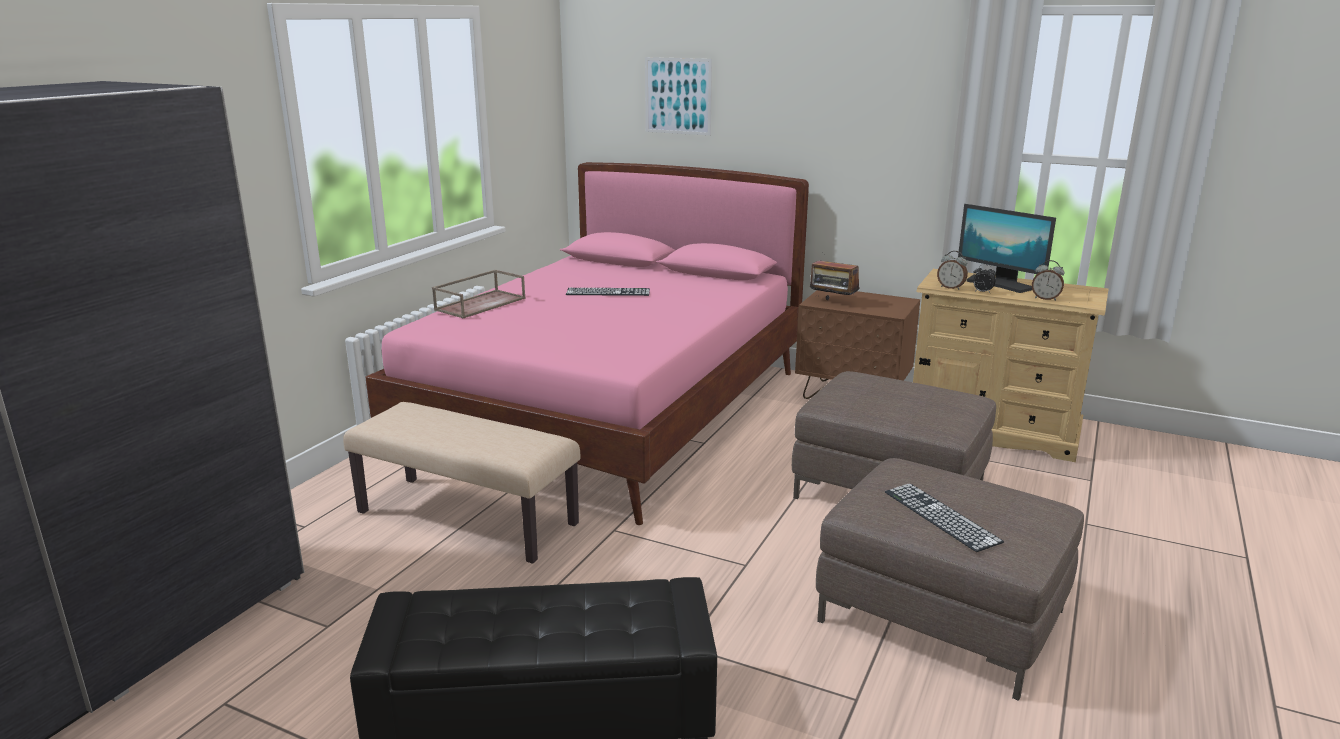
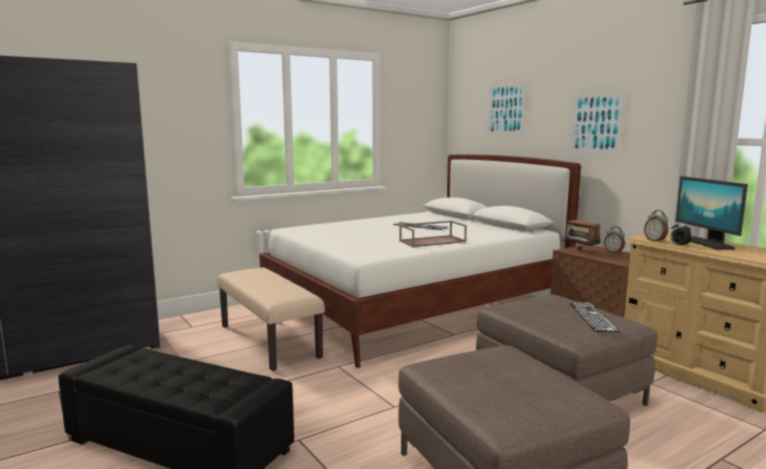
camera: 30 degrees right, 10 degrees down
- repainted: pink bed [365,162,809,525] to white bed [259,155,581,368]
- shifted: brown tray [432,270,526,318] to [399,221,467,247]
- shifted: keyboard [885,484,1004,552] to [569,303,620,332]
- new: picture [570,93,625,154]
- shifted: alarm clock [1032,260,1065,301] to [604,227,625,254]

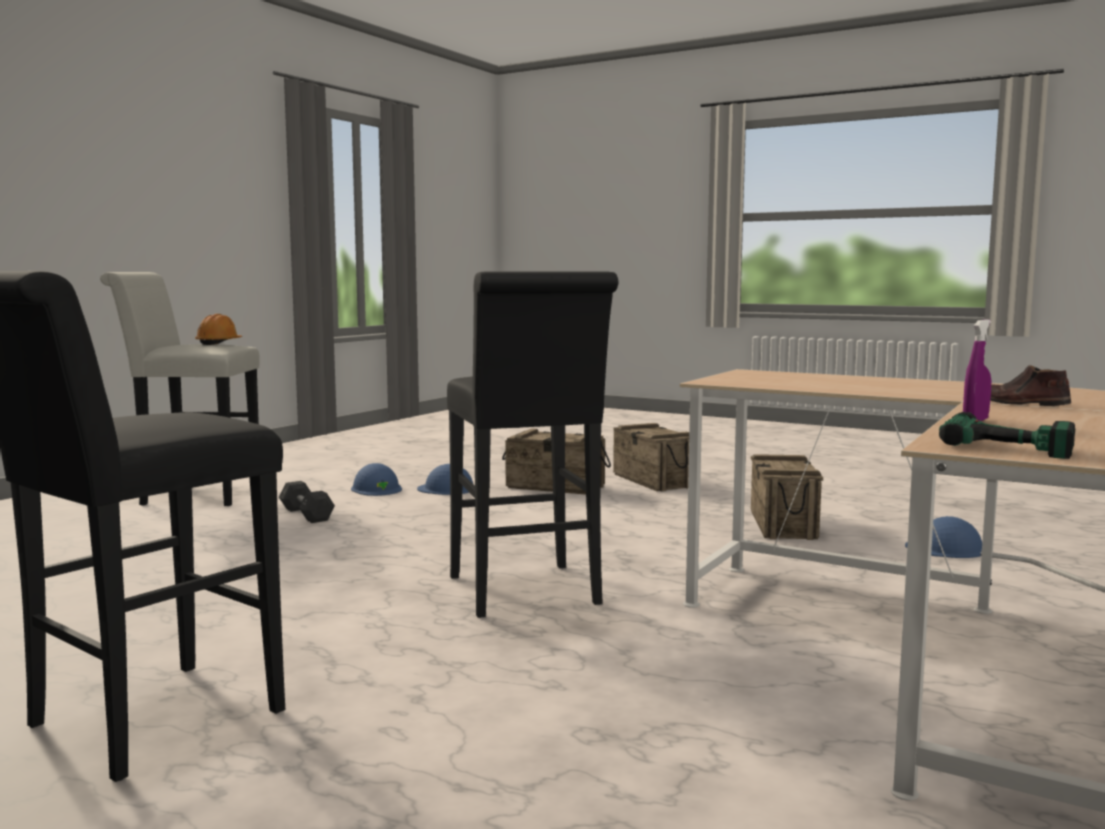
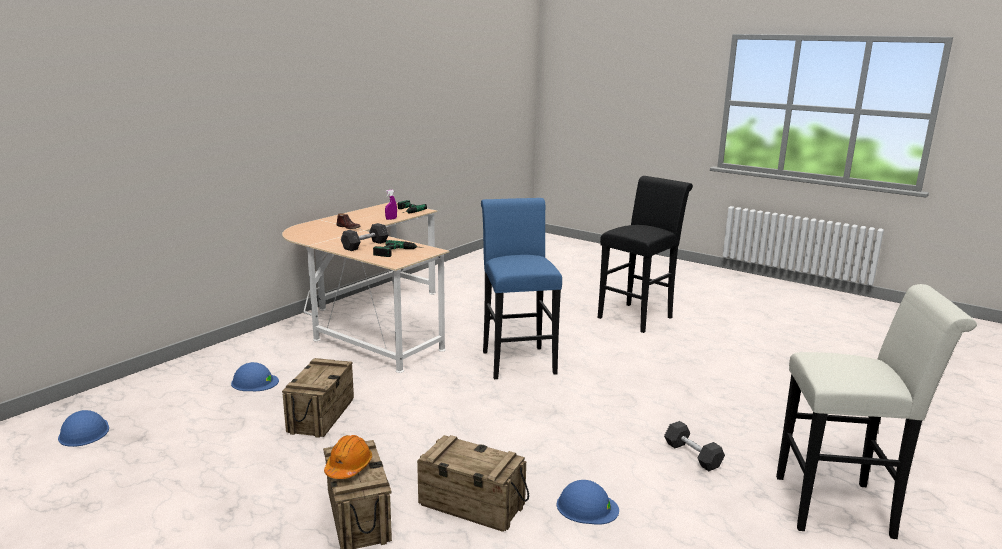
camera: 175 degrees left, 10 degrees up
- shifted: blue hard hat [351,463,402,496] to [58,410,109,447]
- shifted: orange hard hat [195,314,242,345] to [324,435,372,479]
- new: grey dumbbell [341,223,389,251]
- new: power drill [373,240,424,257]
- repainted: black stool [447,272,618,618] to blue stool [481,198,562,379]

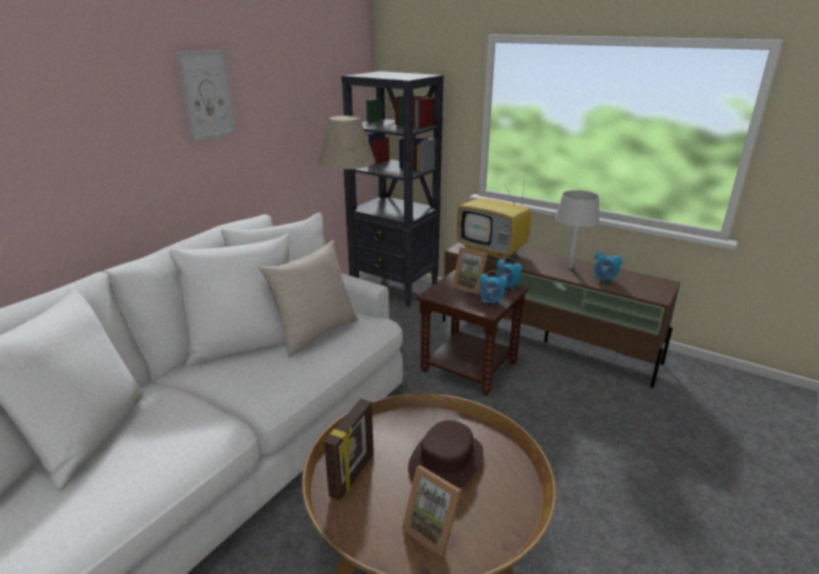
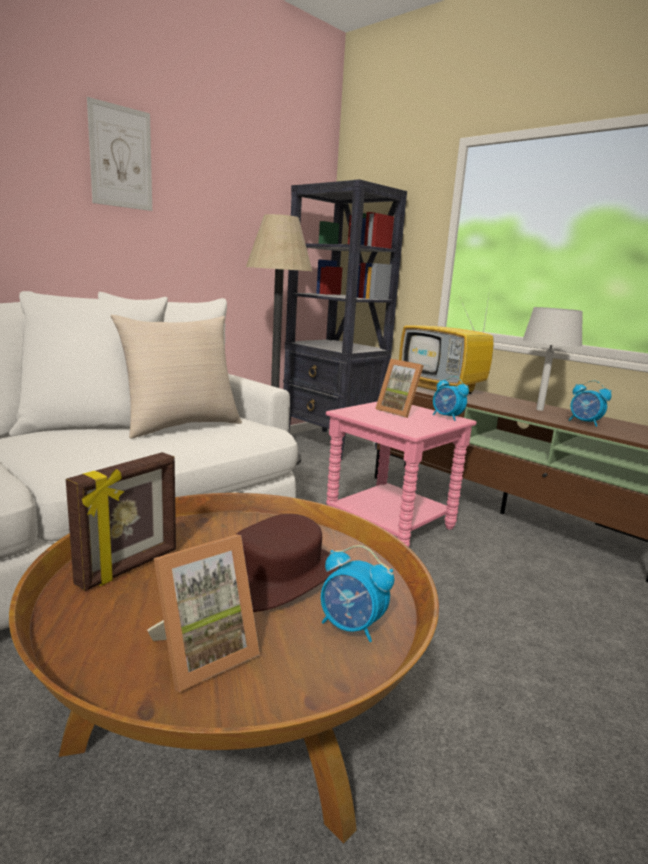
camera: 10 degrees right, 10 degrees down
- rotated: picture frame [402,465,461,557] = [147,534,260,692] 90 degrees counterclockwise
- shifted: alarm clock [479,270,507,306] to [321,545,394,642]
- repainted: brown side table [417,270,528,395] to pink side table [326,402,477,547]

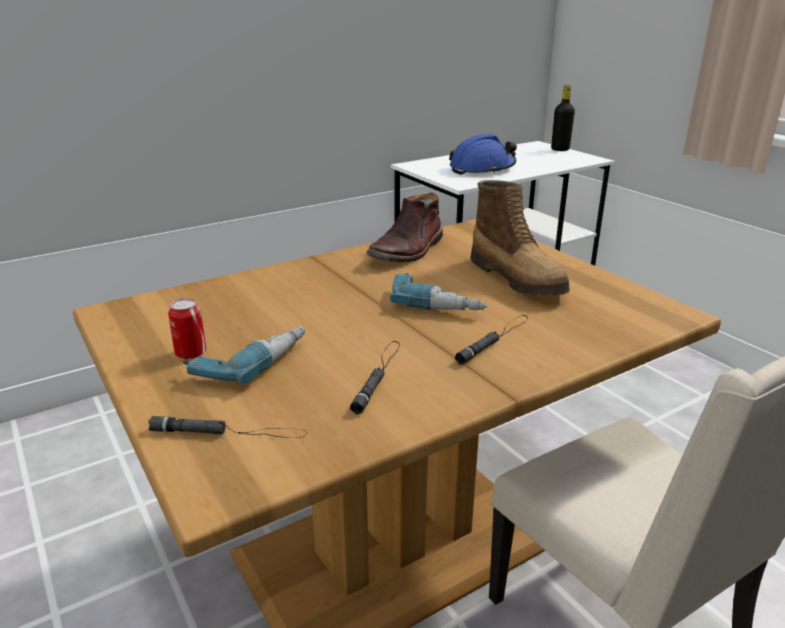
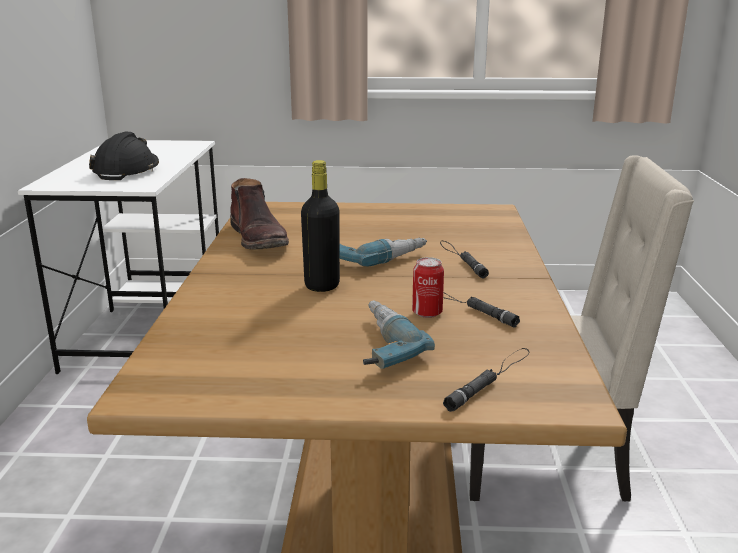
camera: 55 degrees left, 5 degrees down
- repainted: blue hard hat [449,134,517,175] to black hard hat [89,132,159,180]
- shifted: black bottle [551,85,575,151] to [301,160,340,292]
- shifted: can [168,298,206,359] to [412,257,444,318]
- gone: boot [470,180,570,296]

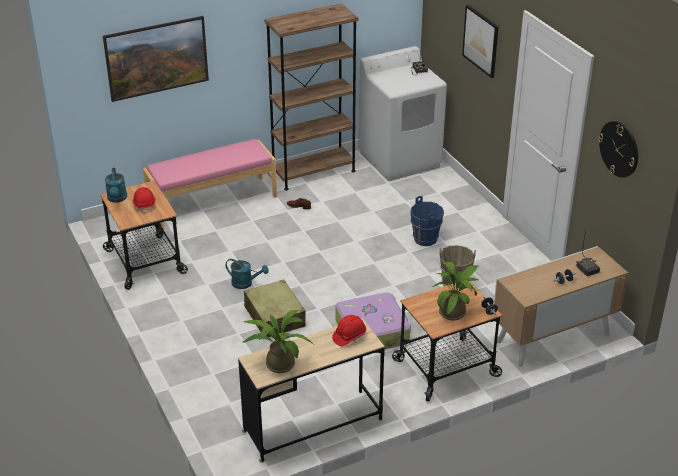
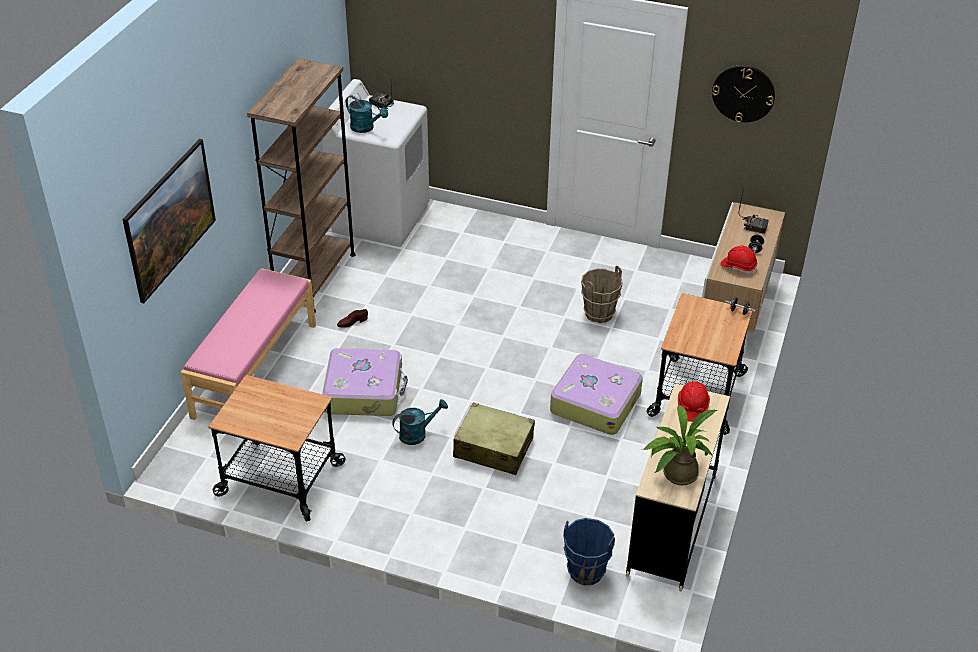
camera: 45 degrees left, 5 degrees up
- new: suitcase [322,348,408,416]
- shifted: turquoise watering can [105,168,127,203] to [346,95,388,133]
- shifted: blue bucket [410,196,444,246] to [564,518,615,585]
- shifted: red hard hat [133,187,155,213] to [720,246,757,274]
- gone: potted plant [432,262,478,320]
- gone: picture [462,5,499,78]

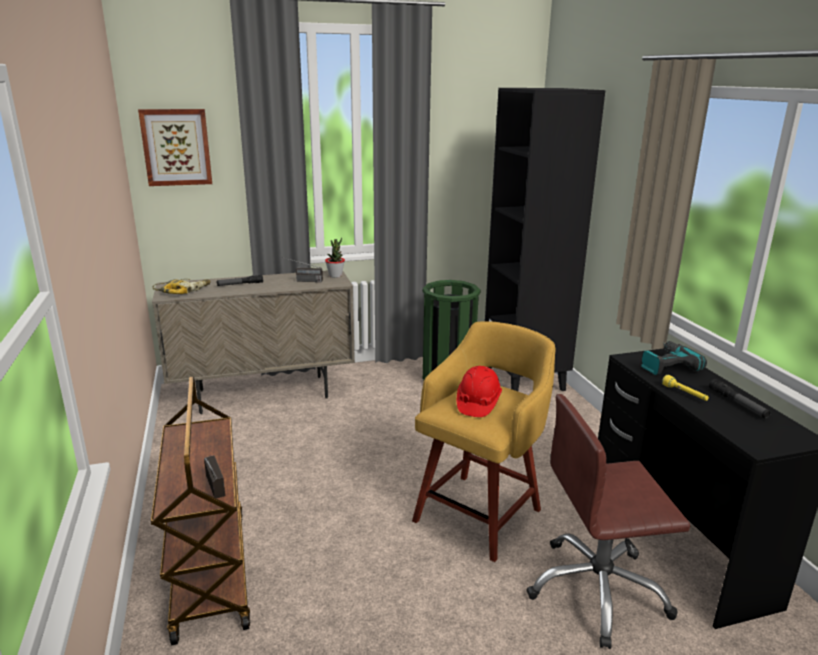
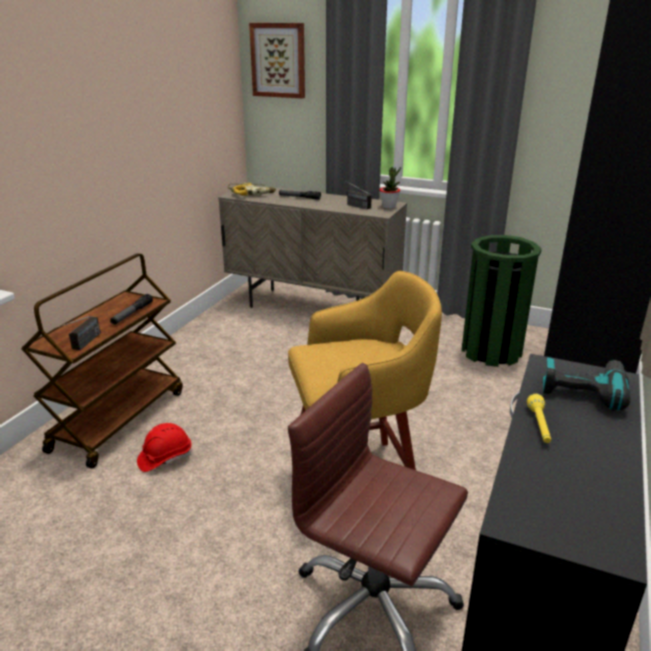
camera: 40 degrees right, 5 degrees up
- shifted: flashlight [709,379,771,419] to [110,294,153,325]
- shifted: red hard hat [457,366,502,417] to [137,423,192,472]

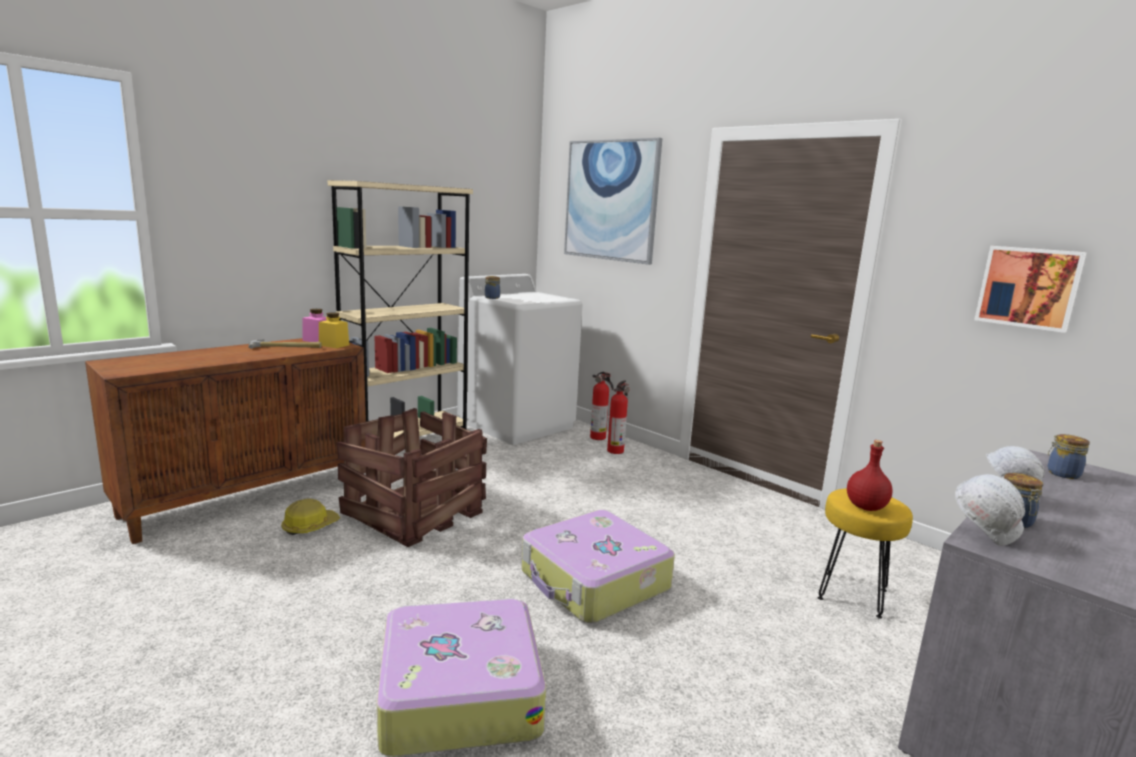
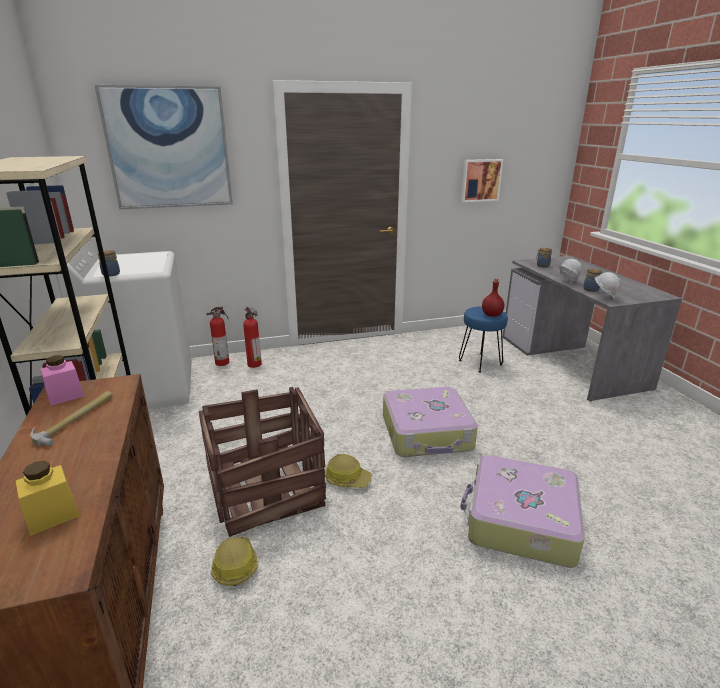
camera: 60 degrees left, 10 degrees up
- shifted: yellow jar [319,312,349,348] to [16,461,79,536]
- new: hard hat [325,454,372,488]
- repainted: yellow stool [818,488,913,619] to blue stool [459,306,508,373]

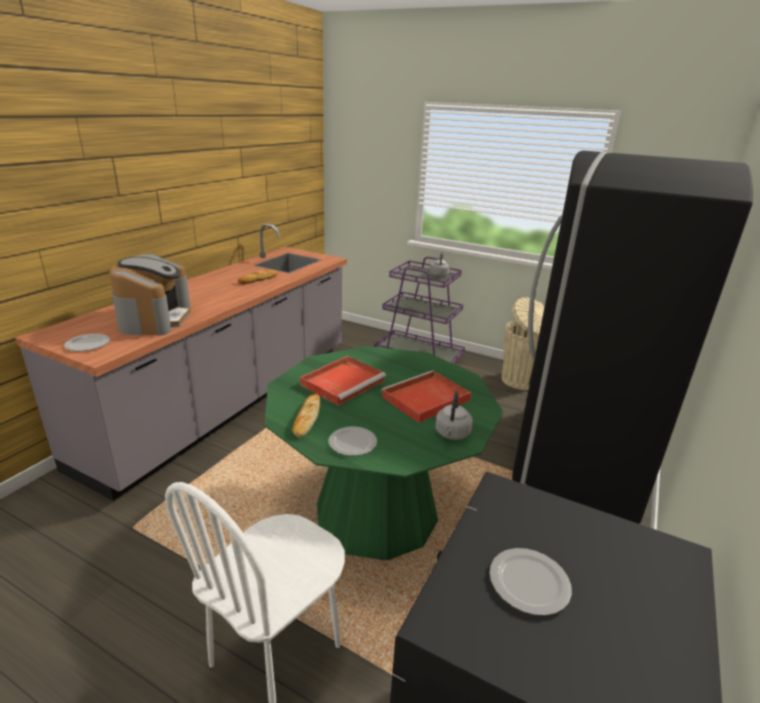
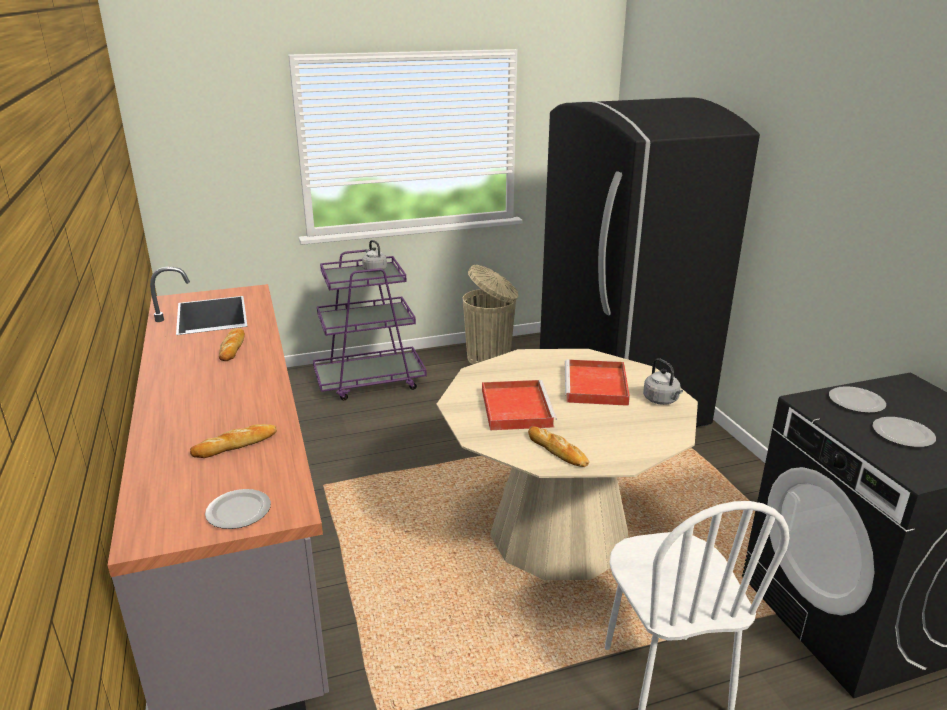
camera: 45 degrees left, 0 degrees up
- swapped: coffee machine [110,254,191,336] to bread [190,424,277,458]
- repainted: green dining table [265,346,504,561] to beige dining table [437,349,698,580]
- shifted: plate [329,427,377,456] to [829,386,886,413]

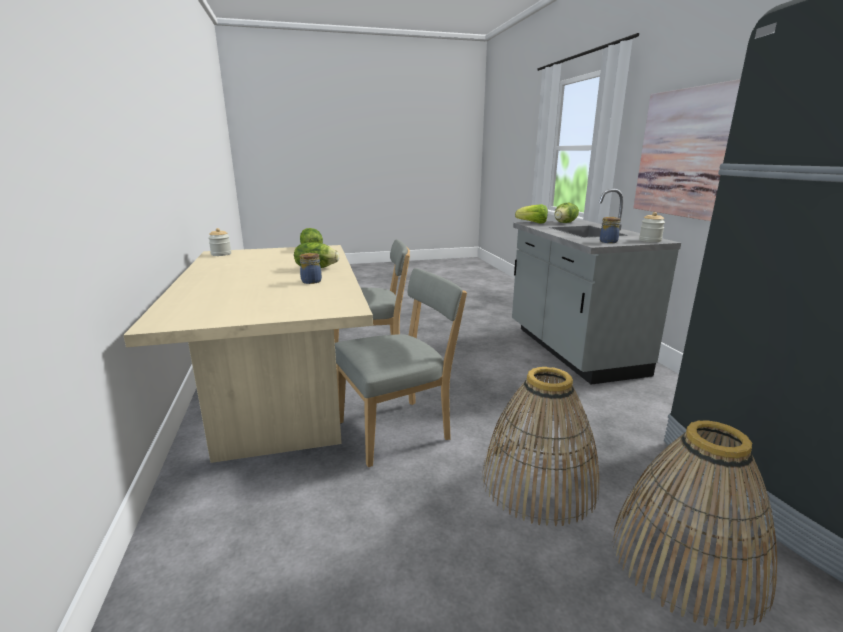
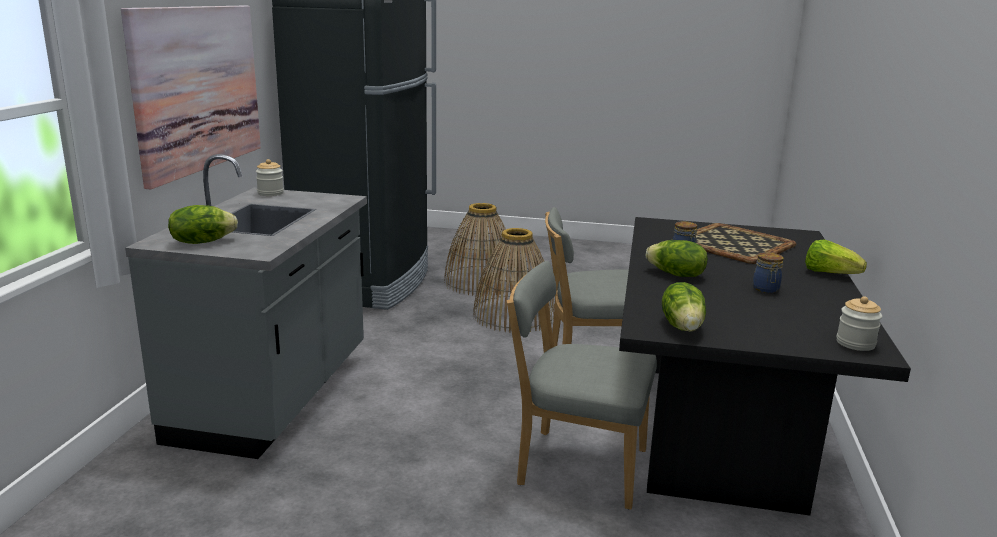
camera: 155 degrees left, 0 degrees up
- repainted: beige dining table [123,245,373,463] to black dining table [619,217,911,516]
- new: tray [696,223,796,264]
- shifted: jar [600,217,621,243] to [753,252,784,293]
- shifted: lettuce [515,204,548,224] to [805,240,867,274]

